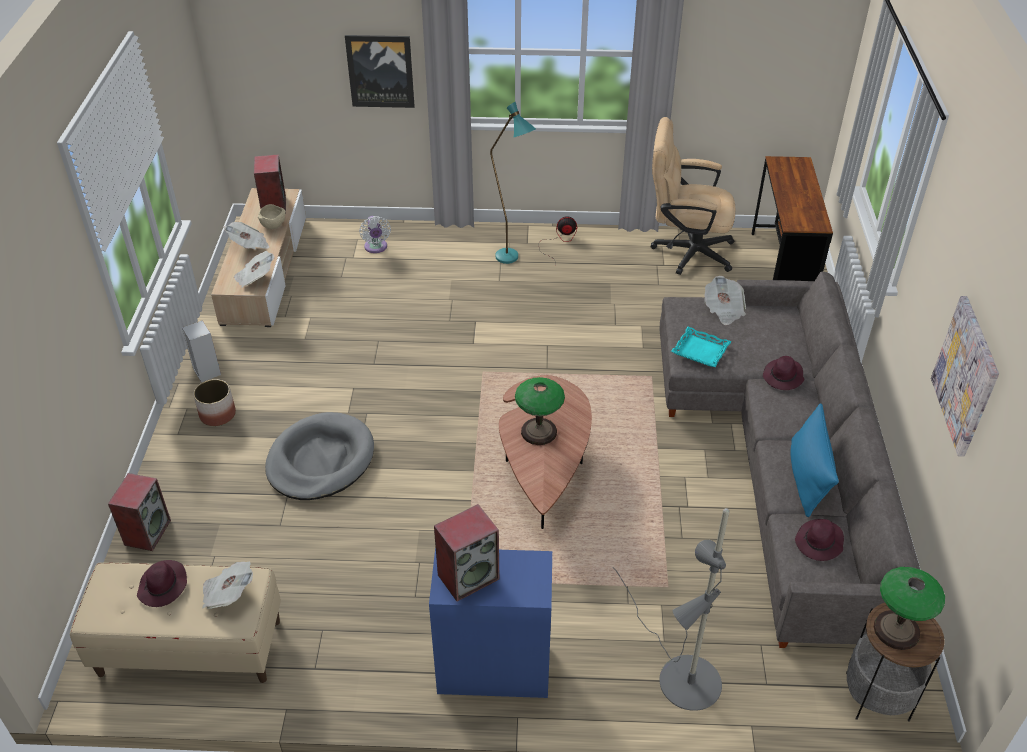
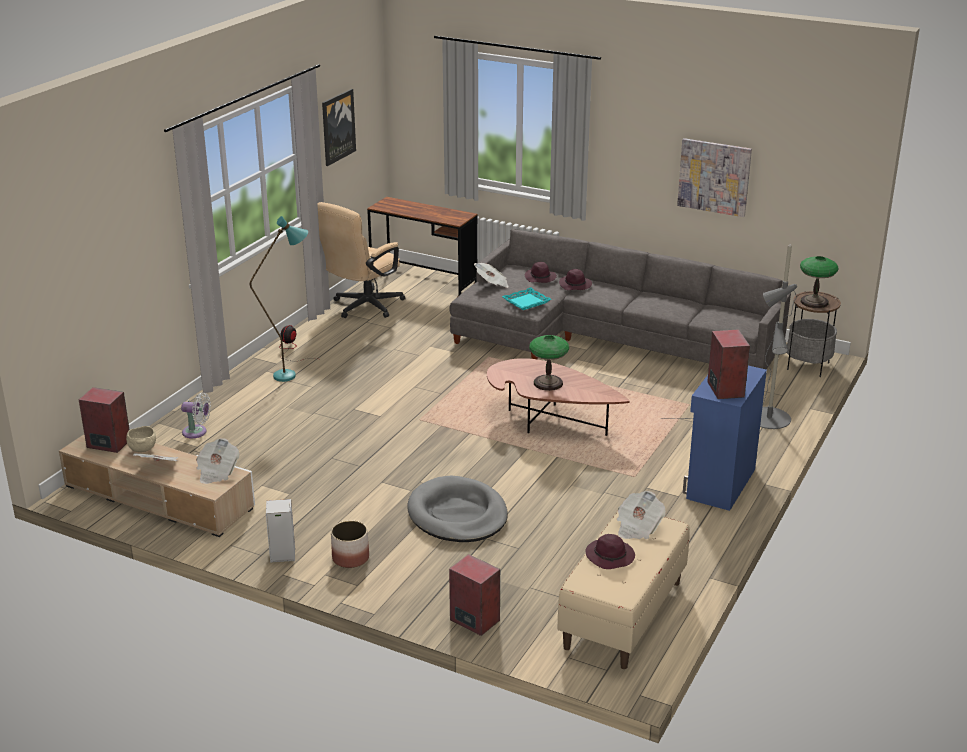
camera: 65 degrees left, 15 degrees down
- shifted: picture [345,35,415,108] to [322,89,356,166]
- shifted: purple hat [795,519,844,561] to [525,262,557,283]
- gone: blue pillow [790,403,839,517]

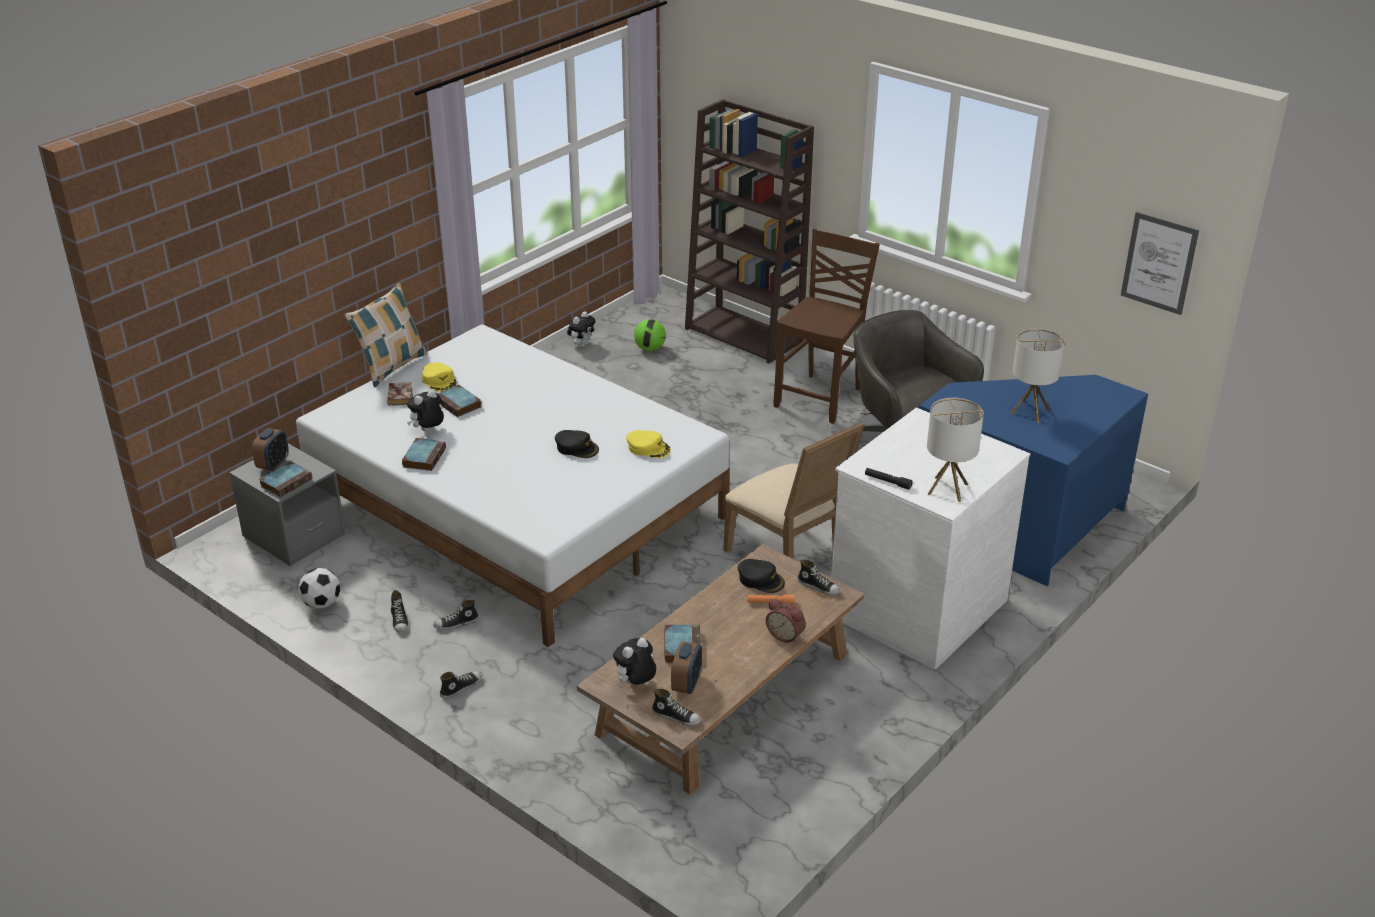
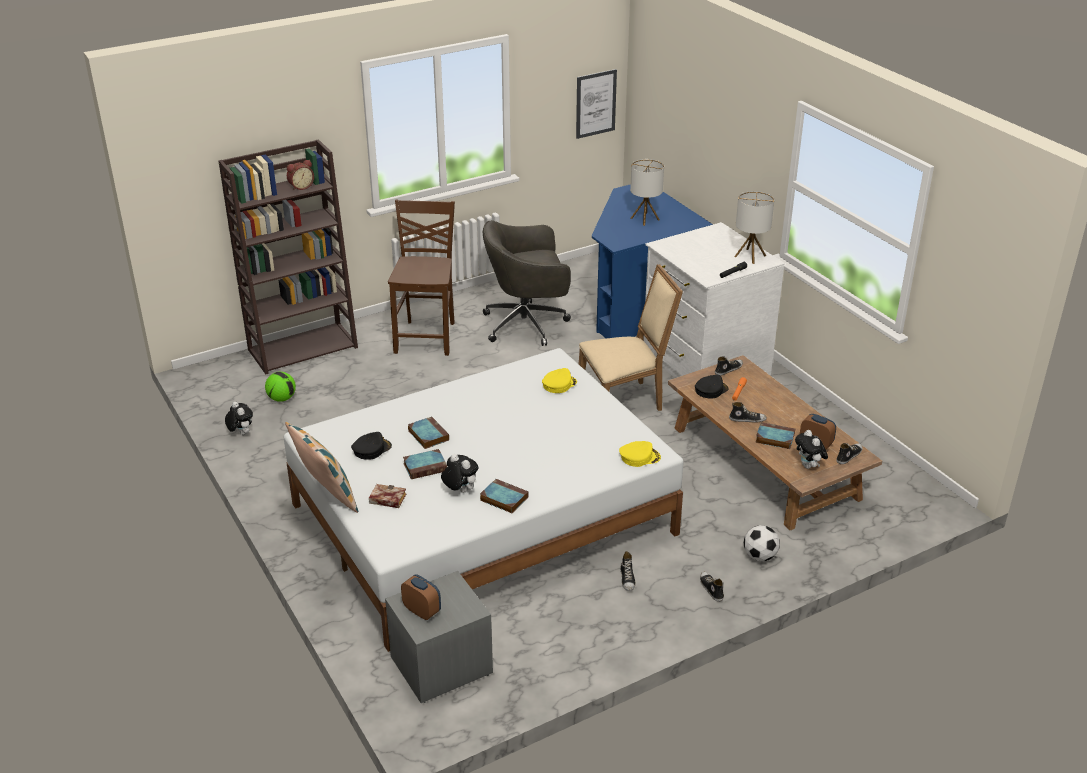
camera: 70 degrees left, 0 degrees up
- shifted: alarm clock [766,599,806,643] to [287,160,314,191]
- shifted: black cap [555,430,599,458] to [351,432,392,460]
- rotated: brown chair [773,229,880,424] = [388,199,455,356] 45 degrees clockwise
- shifted: book [259,461,312,497] to [408,416,449,449]
- rotated: plush toy [407,390,444,431] = [441,454,478,493] 150 degrees clockwise
- shifted: yellow cap [422,362,456,392] to [619,441,661,467]
- shifted: shoe [391,590,409,633] to [729,402,767,423]
- shifted: football [298,568,340,609] to [743,525,780,561]

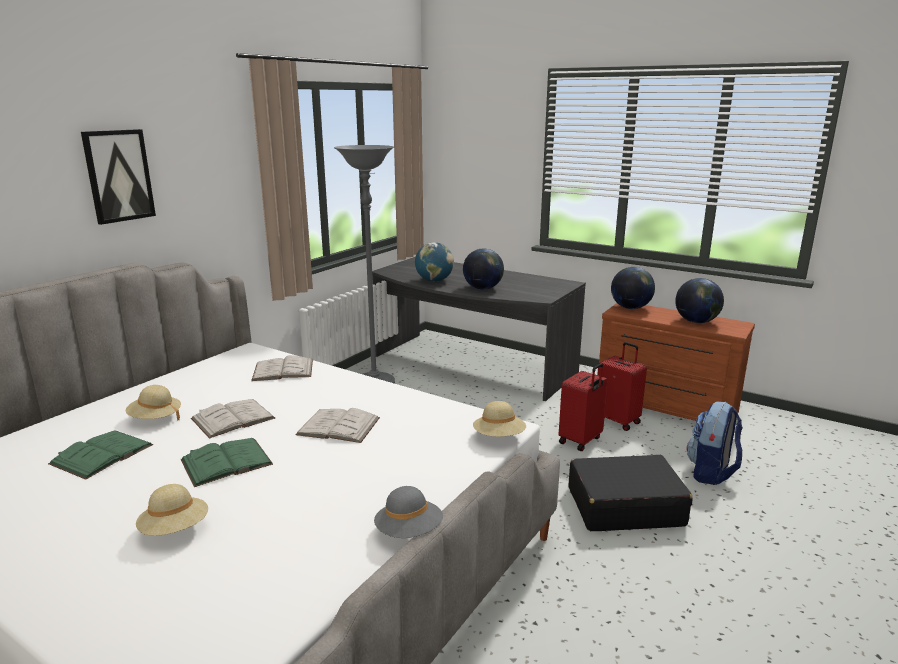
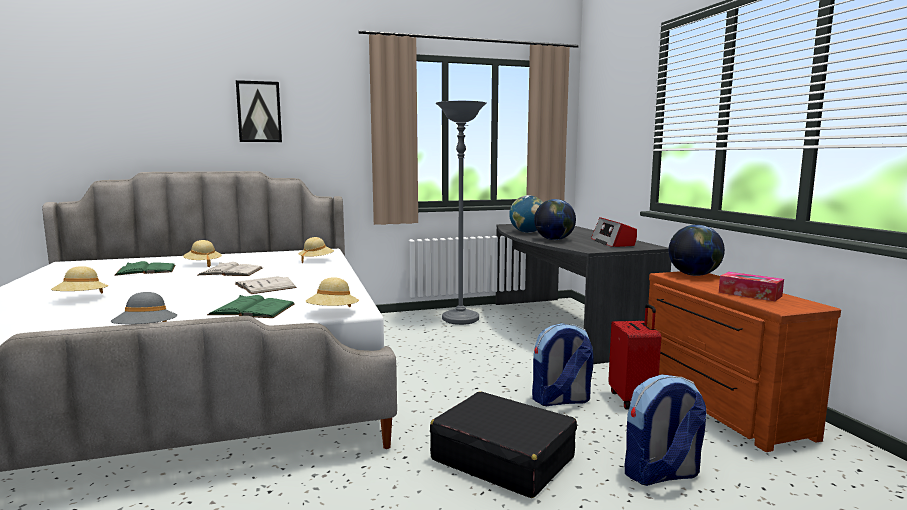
camera: 40 degrees right, 10 degrees down
- shifted: green book [181,438,273,487] to [207,295,295,318]
- swapped: white book [251,355,313,381] to beige hat [298,237,334,263]
- swapped: red suitcase [559,363,608,451] to backpack [532,323,594,406]
- new: radio [591,217,637,247]
- swapped: globe [675,278,724,323] to tissue box [719,272,784,301]

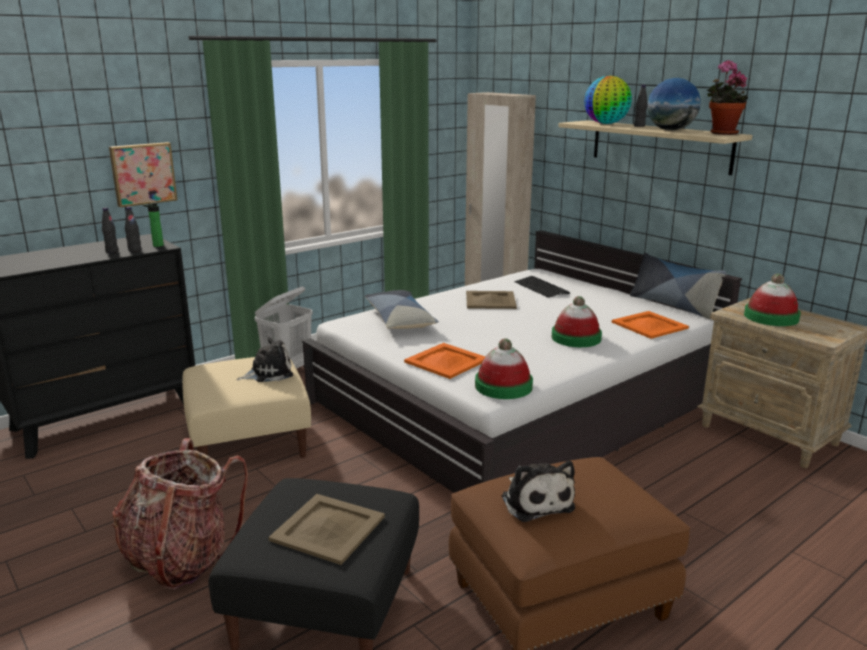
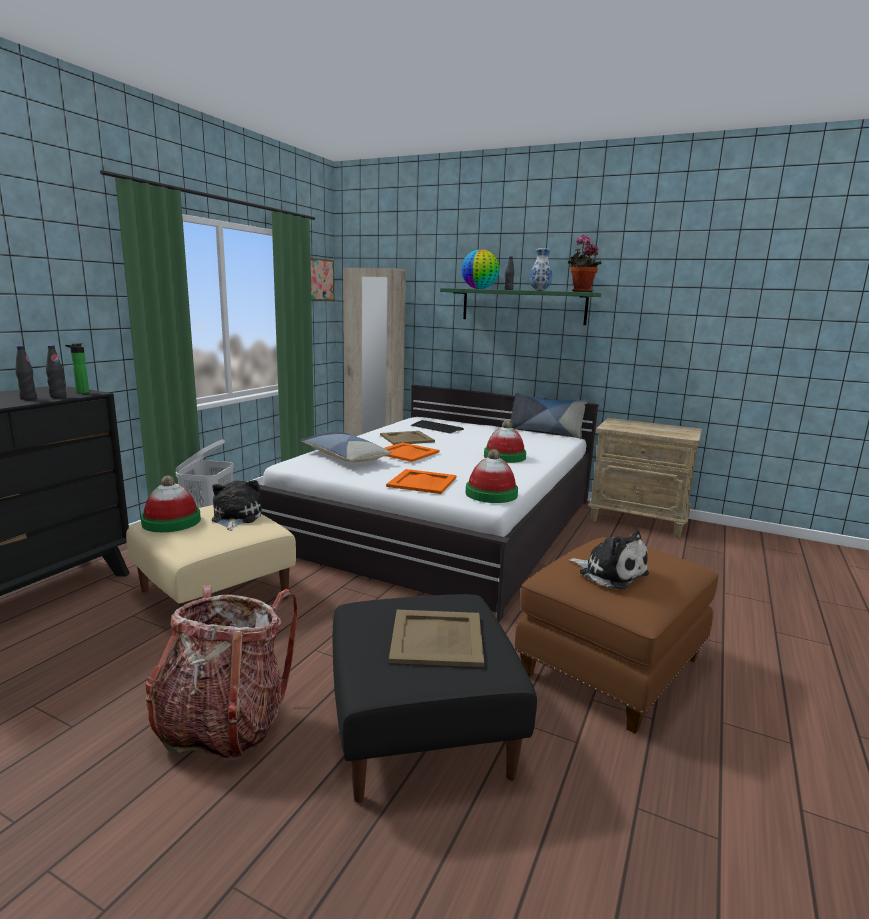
camera: 25 degrees left, 5 degrees down
- shifted: hat [744,274,801,326] to [141,476,201,532]
- rotated: plush toy [236,337,293,382] = [212,480,262,531] 45 degrees counterclockwise
- shifted: picture [109,142,177,207] to [310,258,334,301]
- shifted: orange tray [612,311,689,339] to [384,442,440,462]
- repainted: beige shelf [558,120,753,175] to green shelf [440,288,601,325]
- swapped: globe [647,78,701,131] to vase [530,248,552,291]

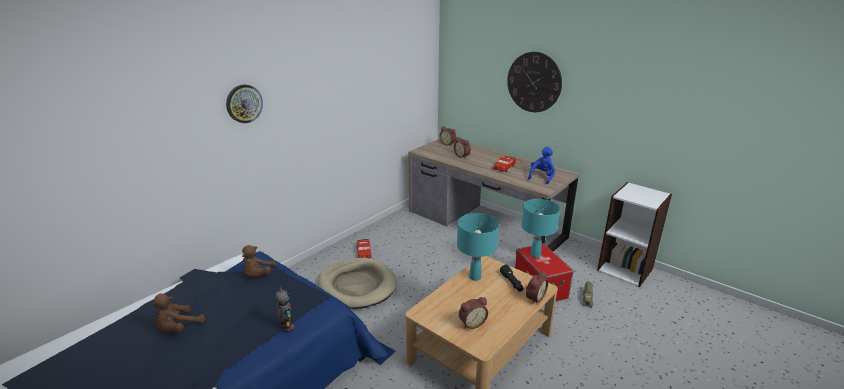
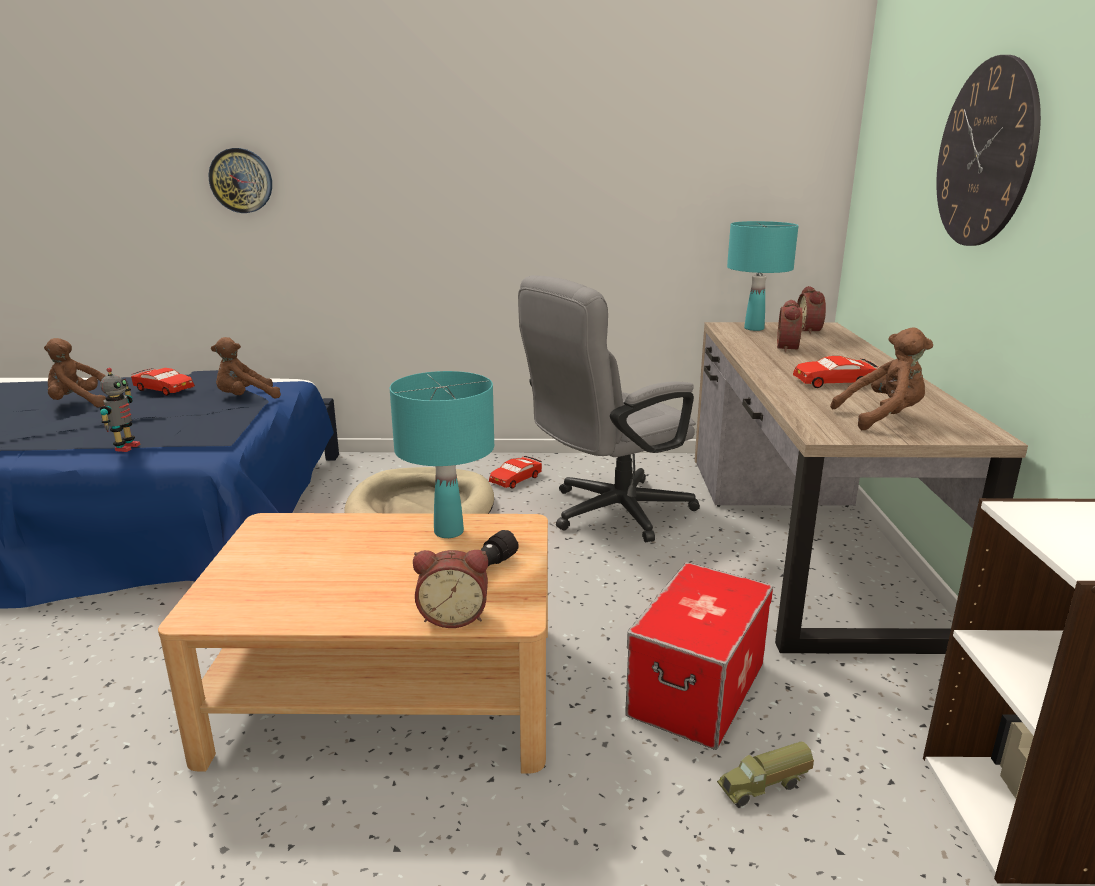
camera: 50 degrees right, 5 degrees down
- new: red toy car [131,368,195,396]
- shifted: wall clock [226,85,263,123] to [208,148,272,213]
- new: grey office chair [518,275,700,543]
- shifted: turquoise table lamp [521,199,560,258] to [727,221,799,331]
- repainted: blue plush toy [528,147,555,184] to brown plush toy [830,328,933,430]
- gone: alarm clock [459,297,488,329]

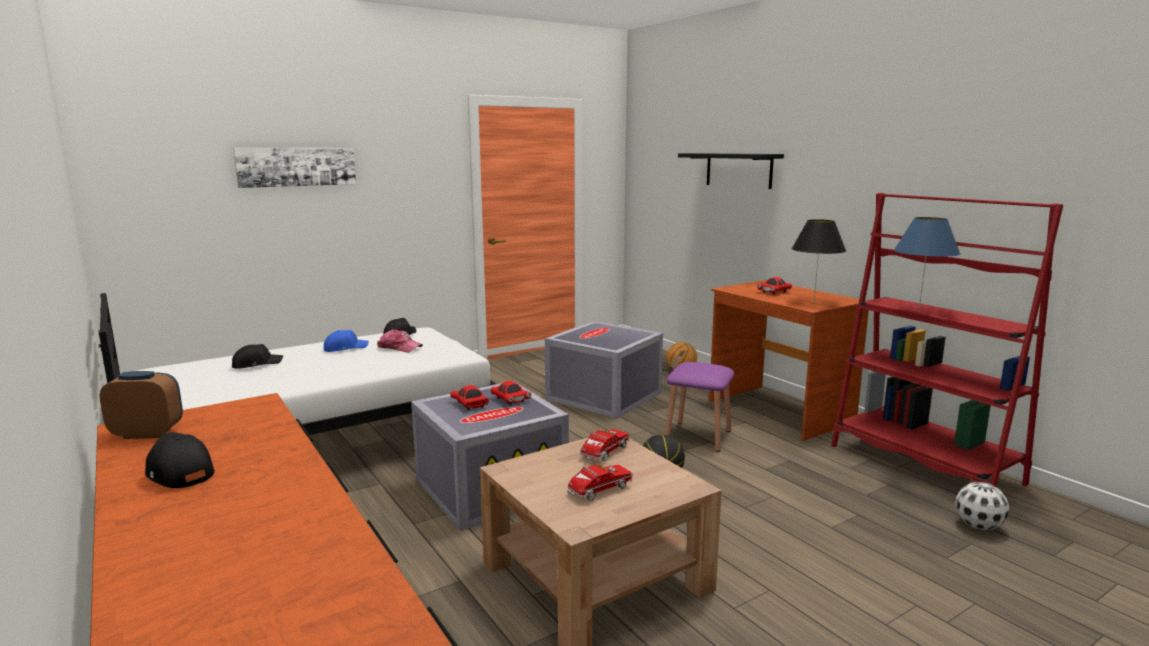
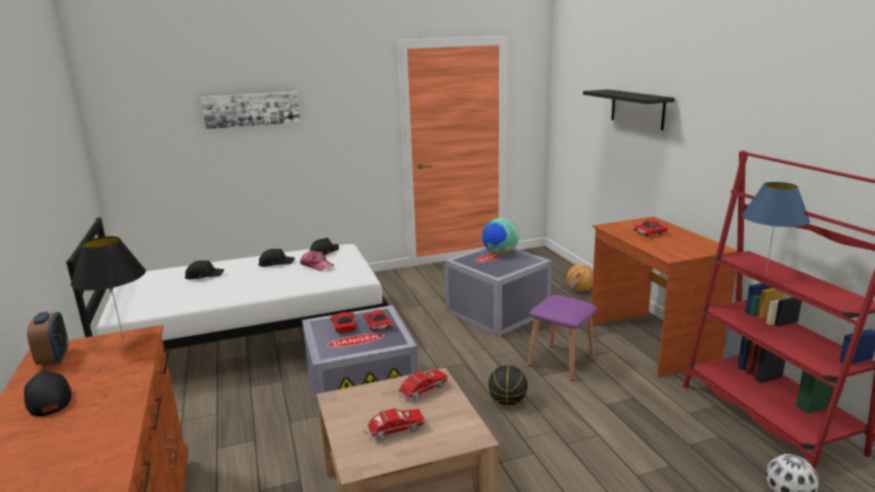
camera: 15 degrees right, 5 degrees up
- rotated: alarm clock [99,371,183,439] = [27,312,68,366] 60 degrees clockwise
- shifted: black table lamp [792,219,846,302] to [71,236,146,340]
- repainted: blue cap [324,330,369,352] to black cap [259,249,295,267]
- new: globe [482,218,519,255]

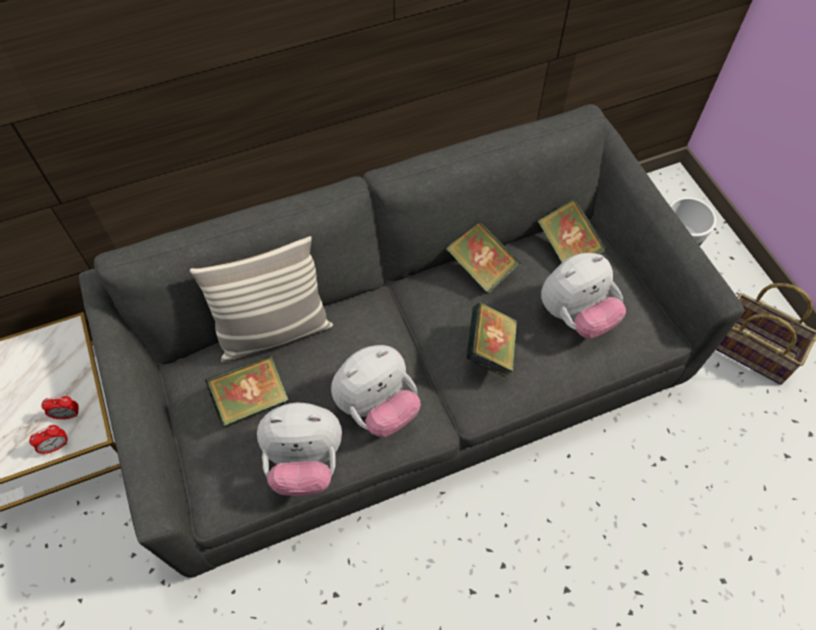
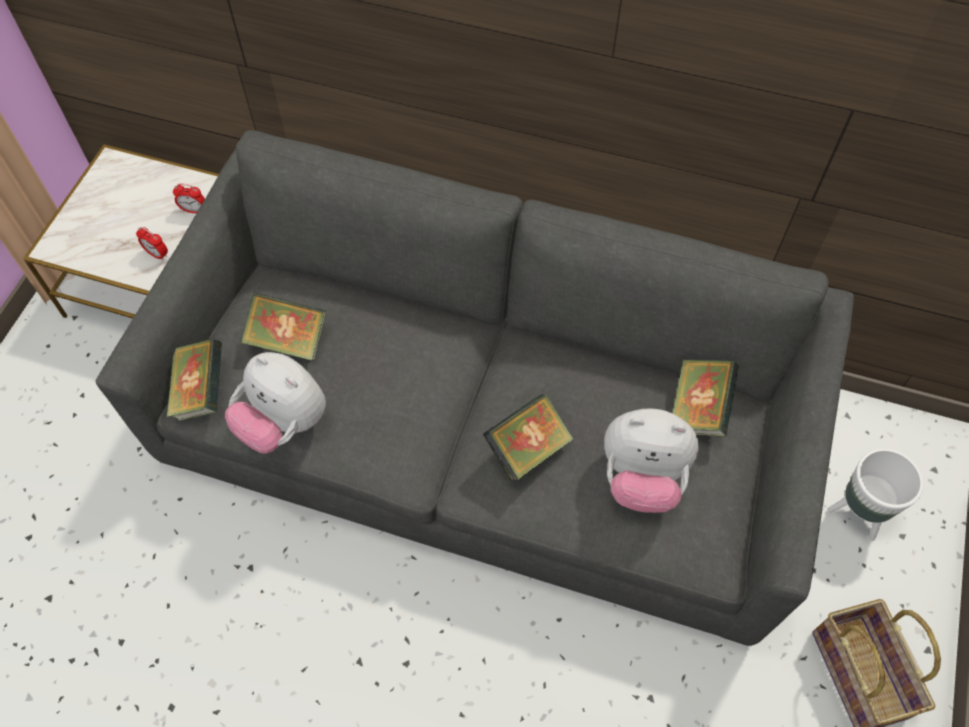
camera: 40 degrees right, 0 degrees up
- shifted: book [446,222,521,293] to [167,338,222,421]
- shifted: alarm clock [29,425,68,454] to [173,184,205,213]
- gone: pillow [190,236,333,362]
- gone: plush toy [331,345,421,437]

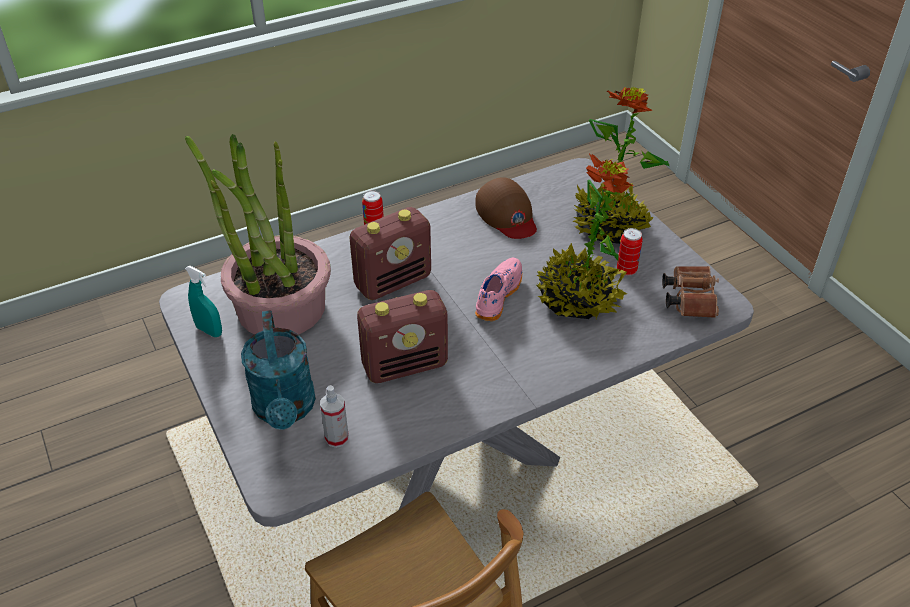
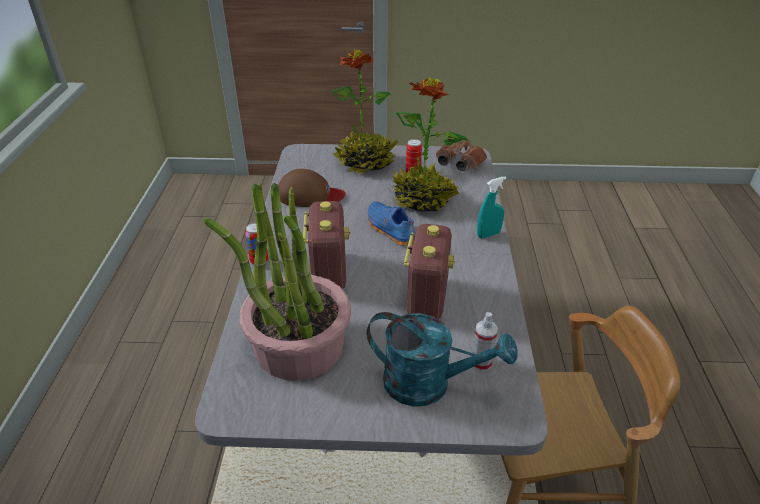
camera: 60 degrees left, 5 degrees down
- repainted: pink shoe [475,258,522,321] to blue shoe [368,201,415,246]
- shifted: turquoise spray bottle [185,266,222,337] to [477,176,507,238]

